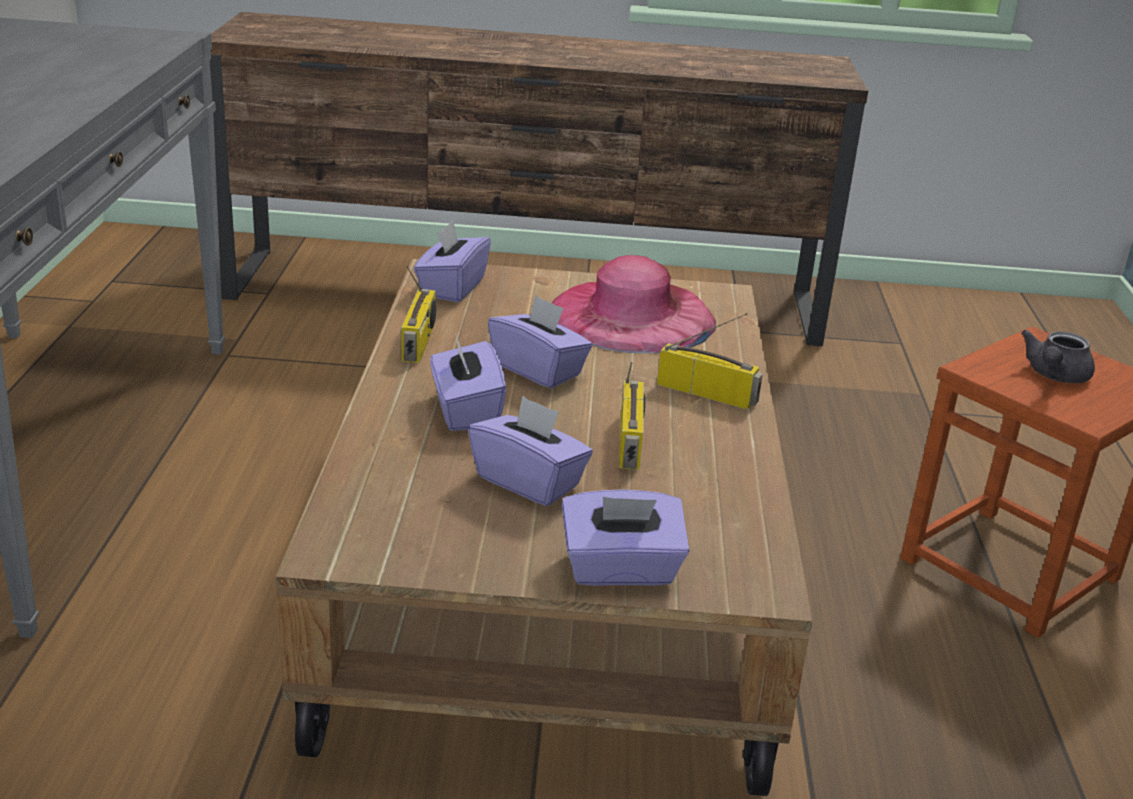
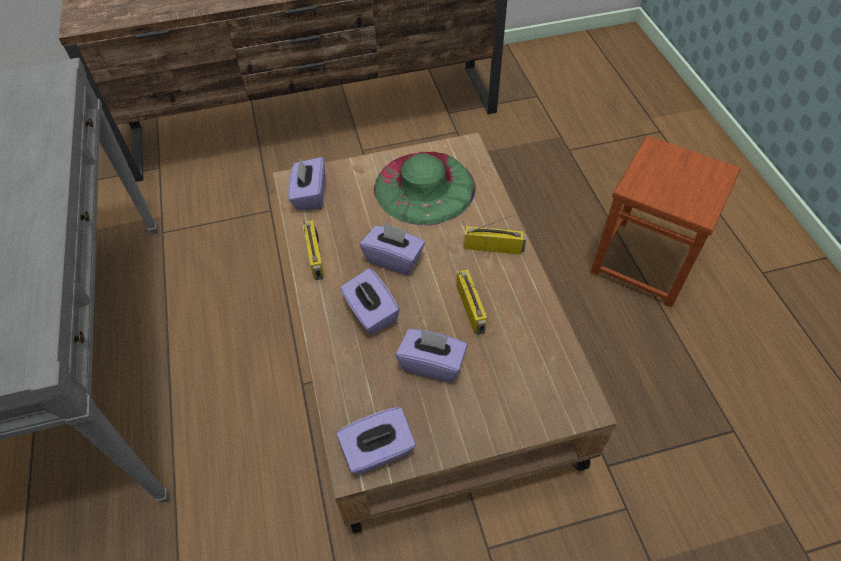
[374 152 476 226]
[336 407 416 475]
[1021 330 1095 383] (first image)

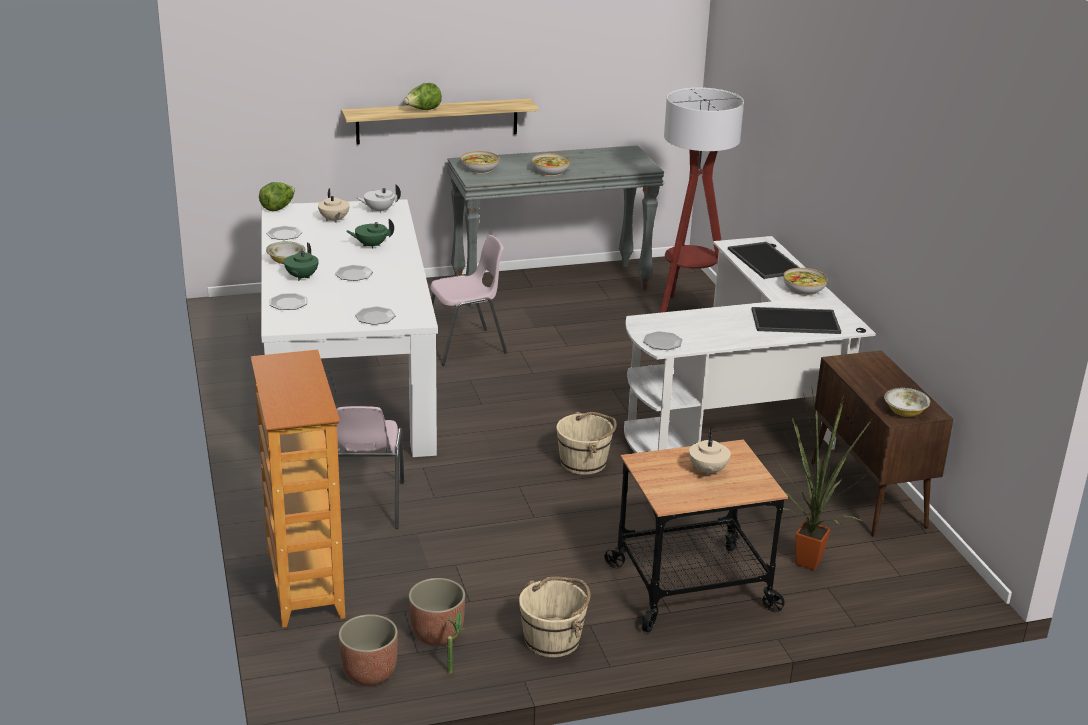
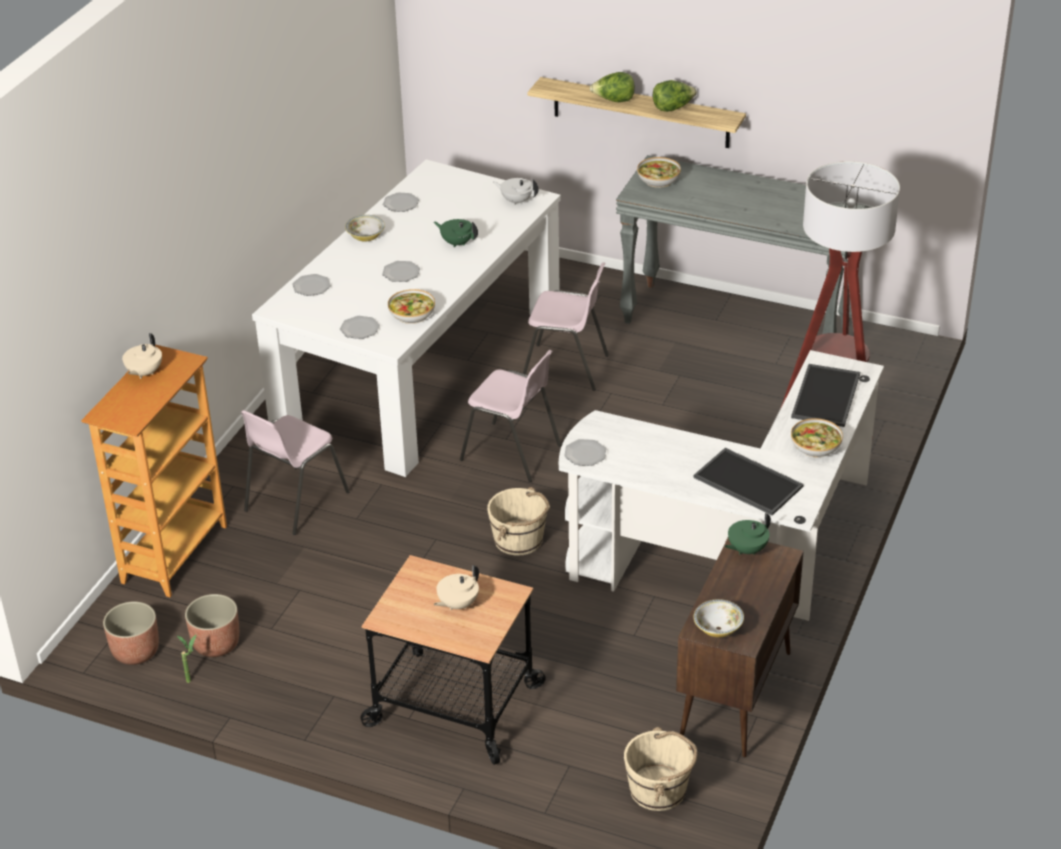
[653 80 697 112]
[724 513 771 555]
[122 333 162 379]
[624 727 698 811]
[388 289 435 324]
[775 386 872 570] (first image)
[460 350 561 482]

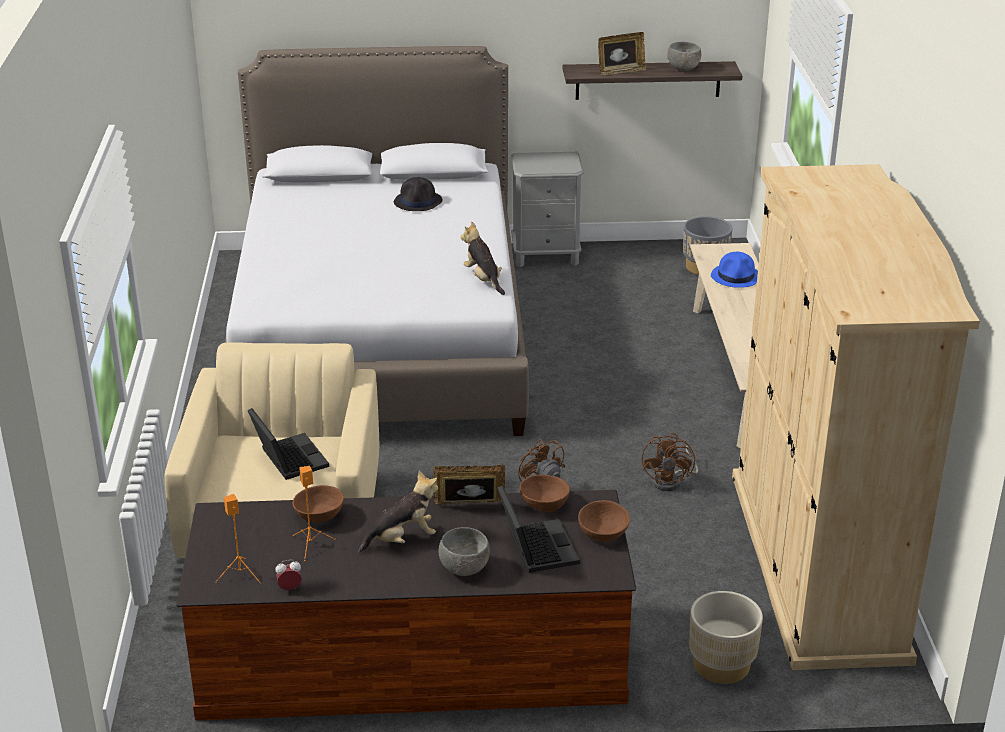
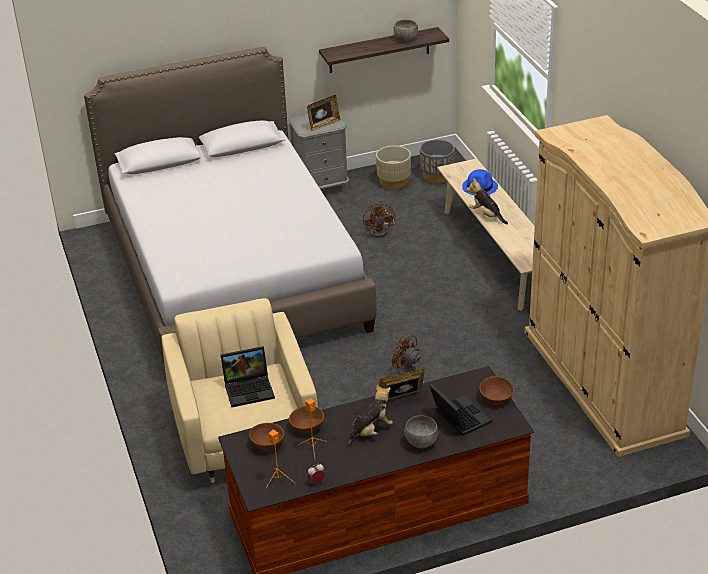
[221 346 275 407]
[394 177 443 211] (first image)
[466 178 508 224]
[249 423 284 450]
[307 95 341 131]
[363 201 395 238]
[376 146 411 190]

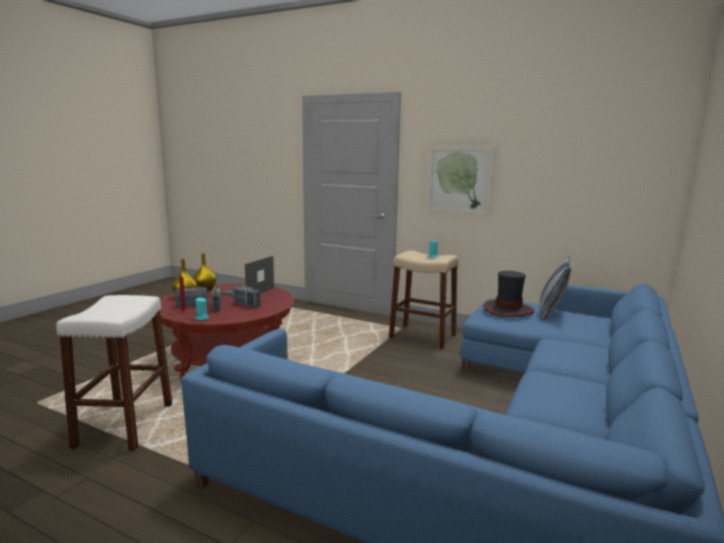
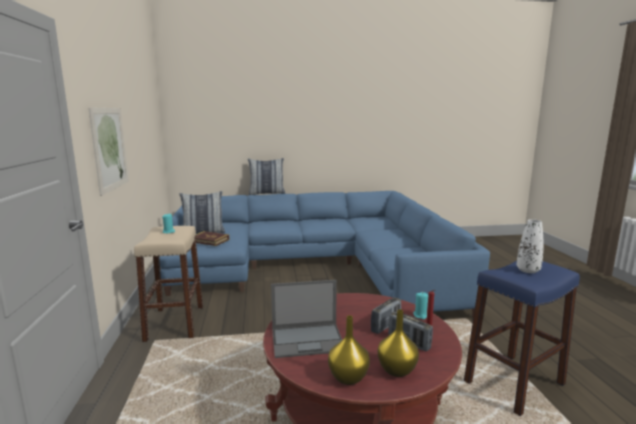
[464 261 580 416]
[233 285 260 308] (first image)
[195 231 229 246]
[248 158 285 195]
[517 219 543 273]

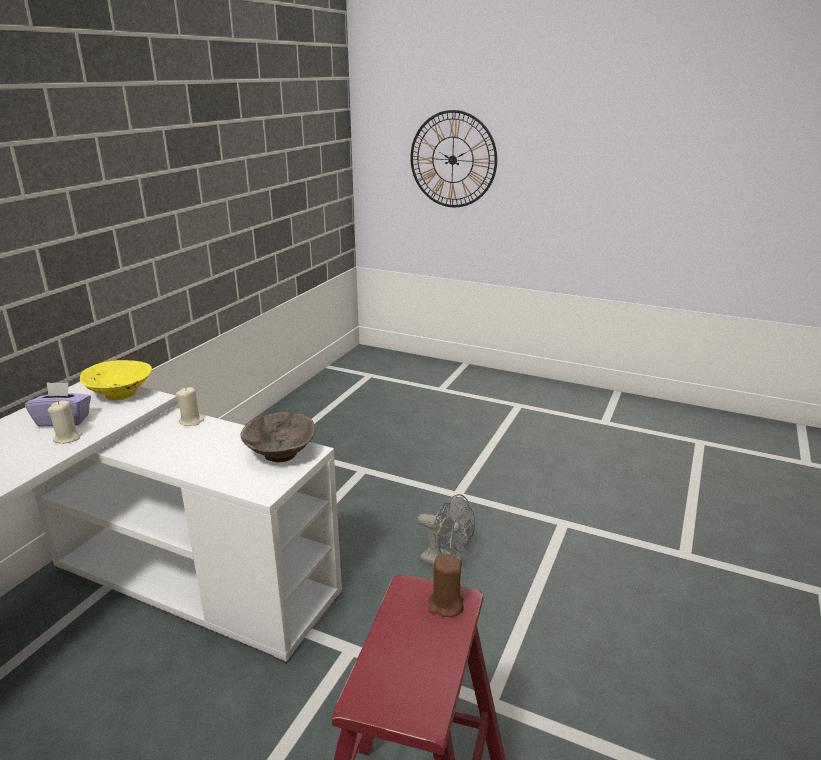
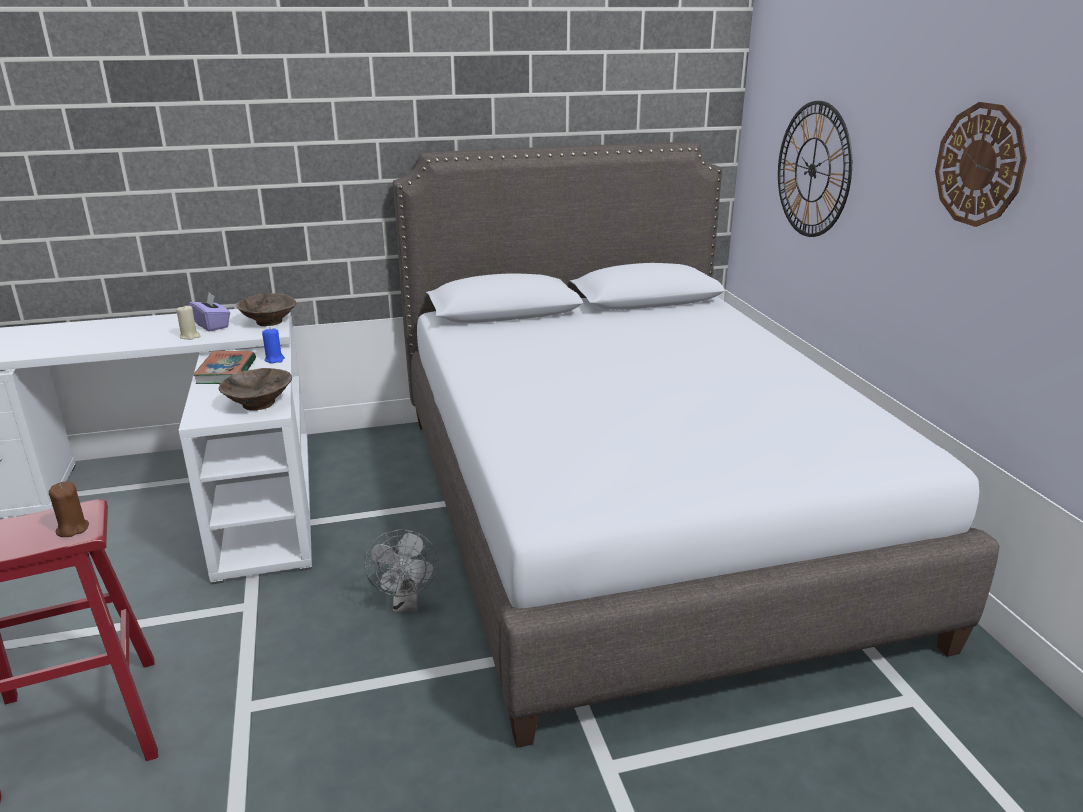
[237 293 296 326]
[262 327 285 364]
[193 351 256 384]
[393 142 999 748]
[935 102 1027 227]

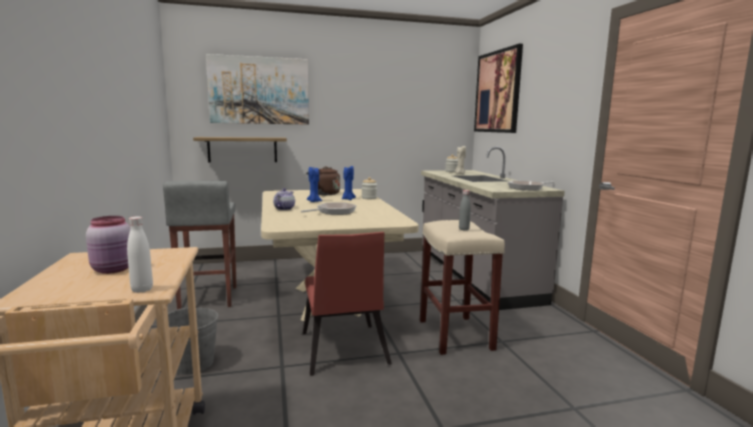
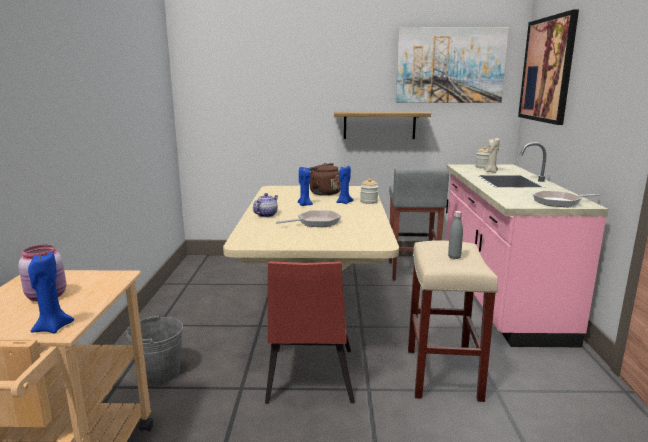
[28 252 74 334]
[389 168 449 280]
[334 112 431 139]
[396 27 509 103]
[446 142 609 347]

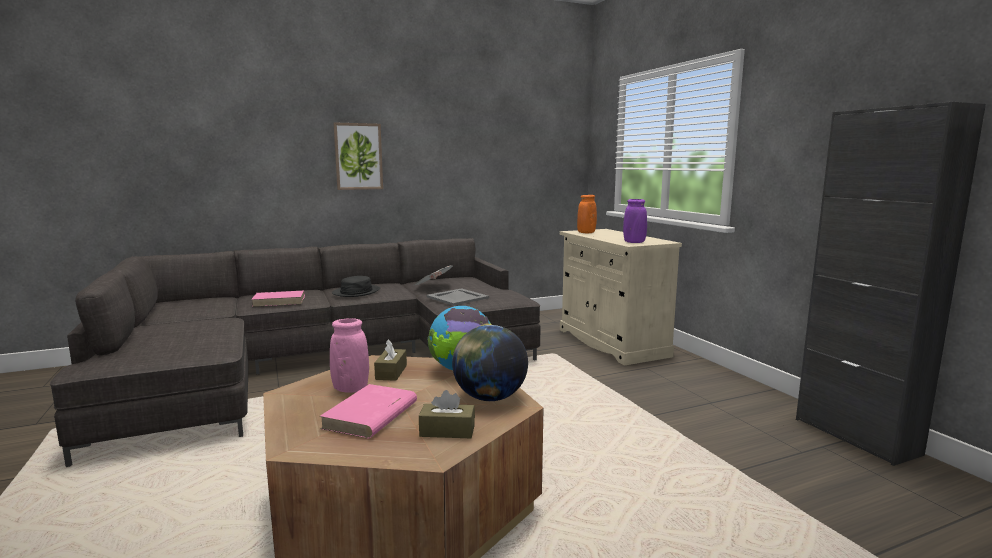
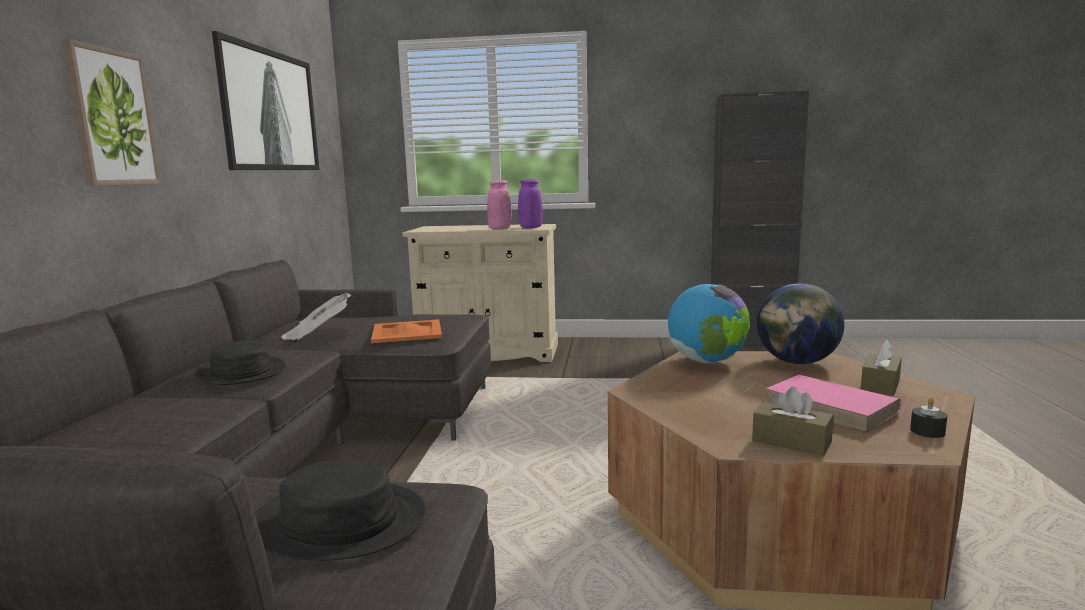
[251 291 305 307] (first image)
[487 180 511 229]
[752 386 834 456]
[371 319 442 343]
[577 195 597 233] (first image)
[212 31 320 170]
[255 460 426 560]
[910 397 948 438]

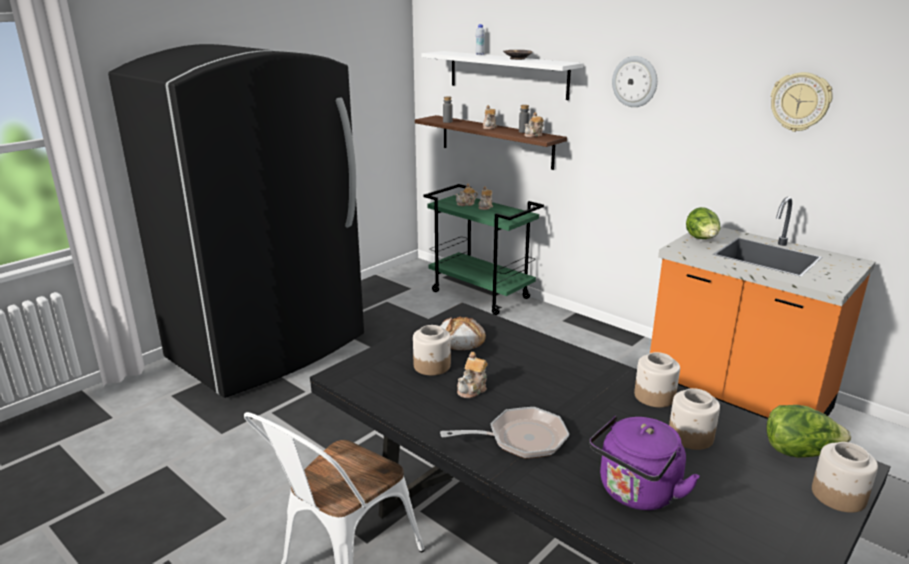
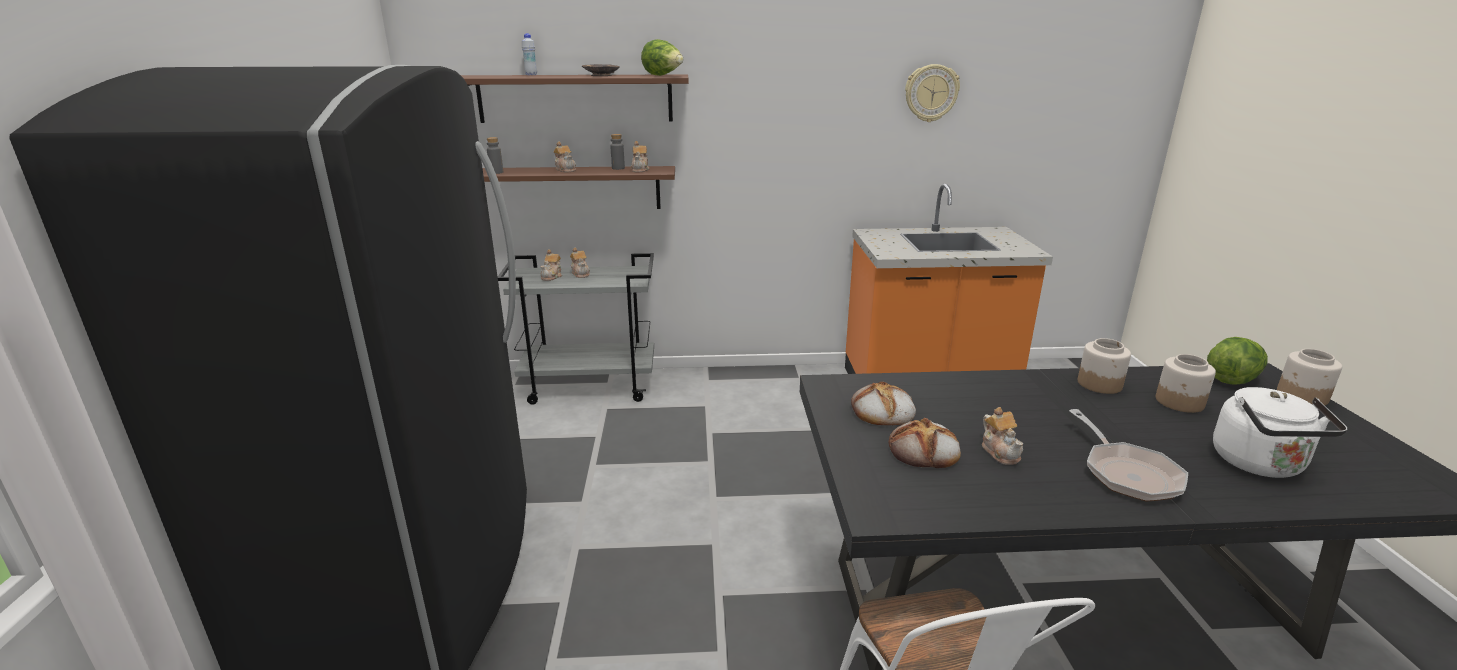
[889 418 961 468]
[461 74 689 123]
[498 253 654 405]
[1069 409 1188 502]
[1213 387 1348 478]
[612 56 657 107] (first image)
[641 39 683 76]

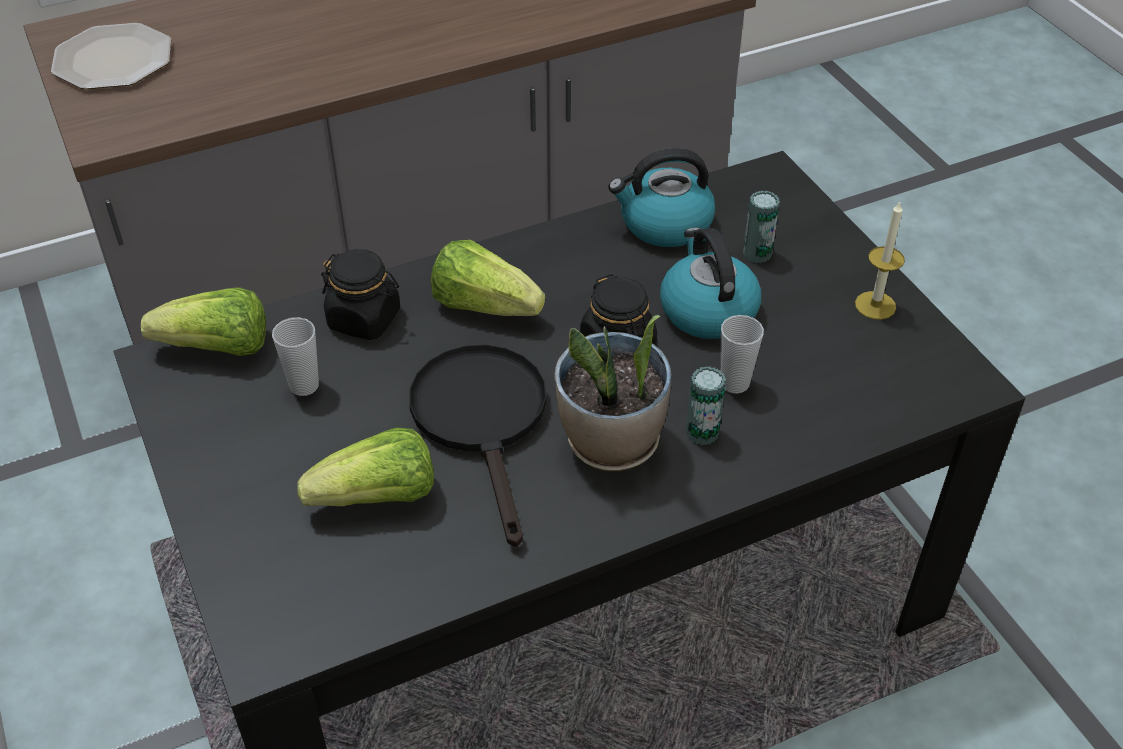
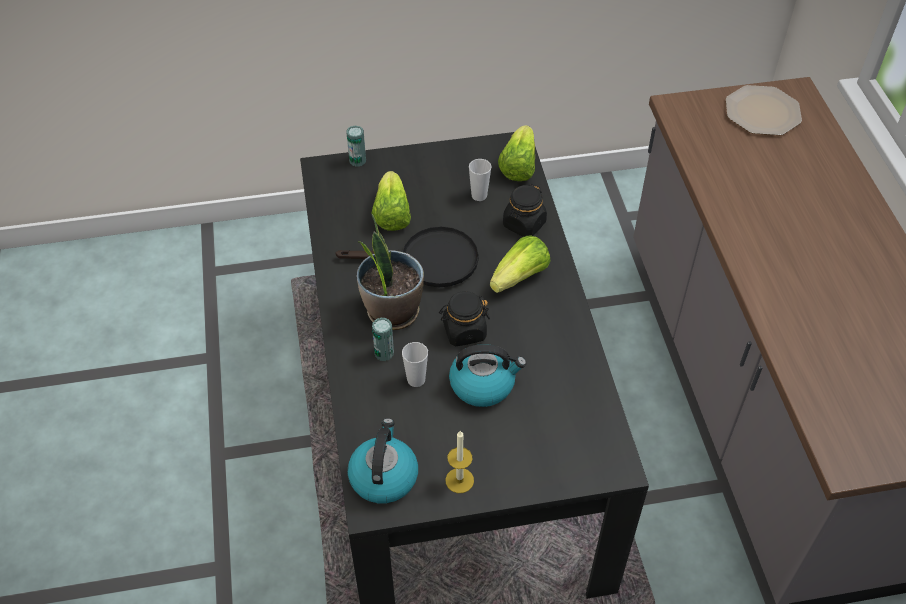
[348 418 418 503]
[346 126 366 167]

